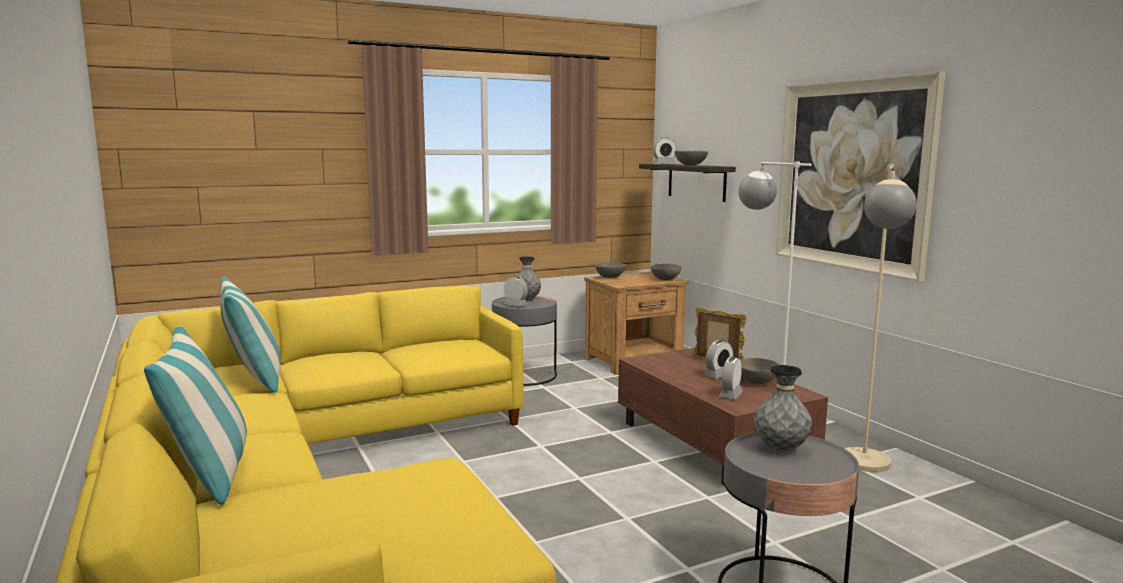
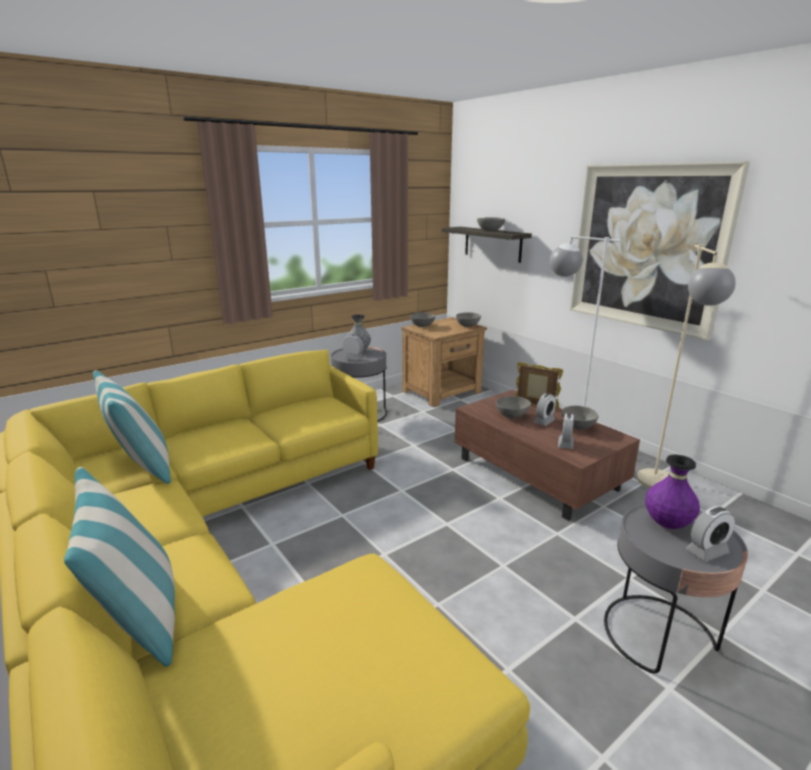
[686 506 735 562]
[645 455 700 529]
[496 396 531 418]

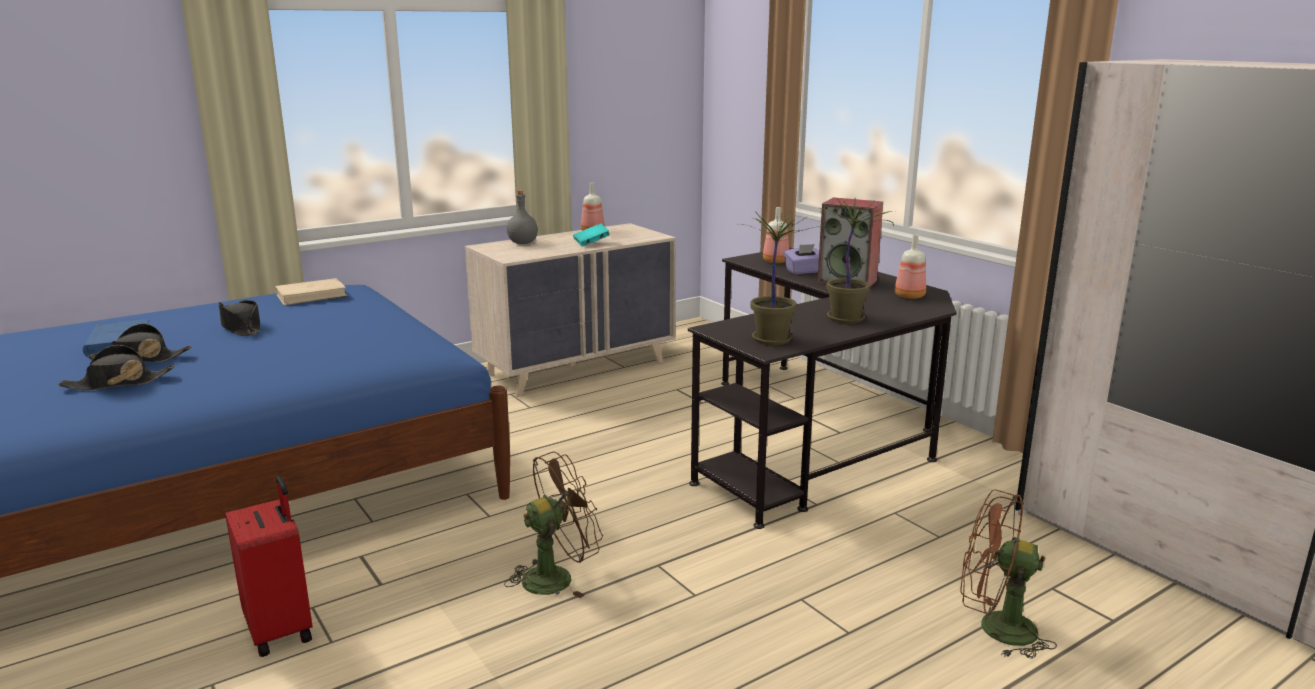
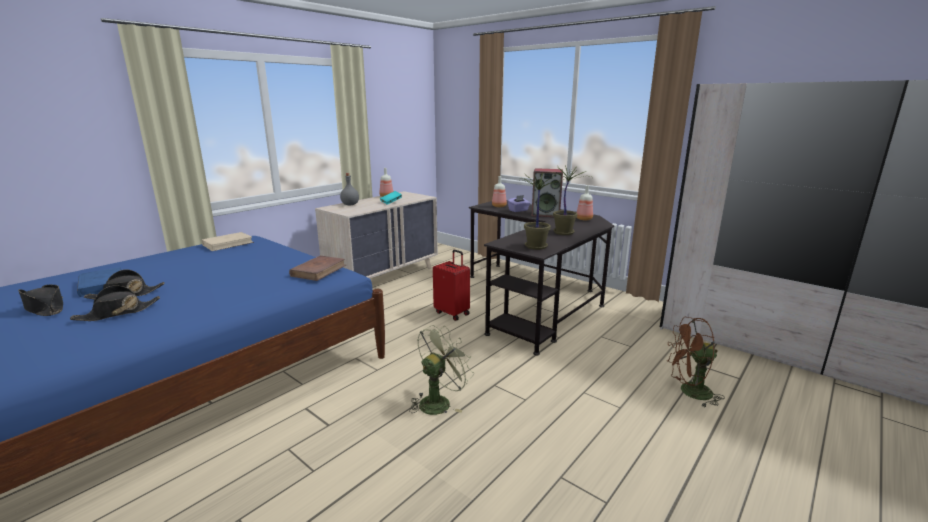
[18 284 63 316]
[433 250 470 321]
[409 325 474 415]
[289 256 346 281]

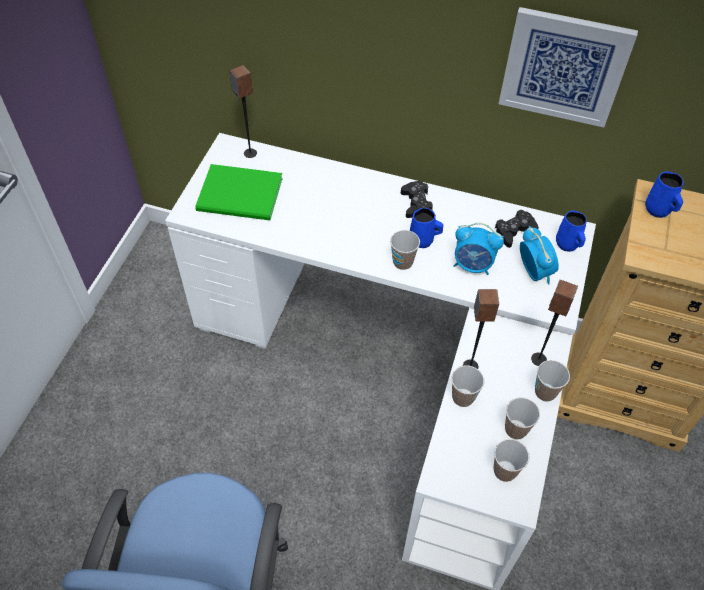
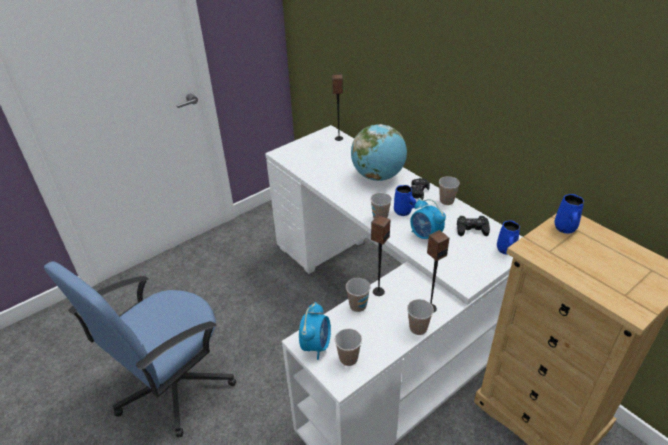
[195 164 283 220] (first image)
[499 7 638 127] (first image)
[439 176 460 205]
[299 302 331 360]
[351 124 407 181]

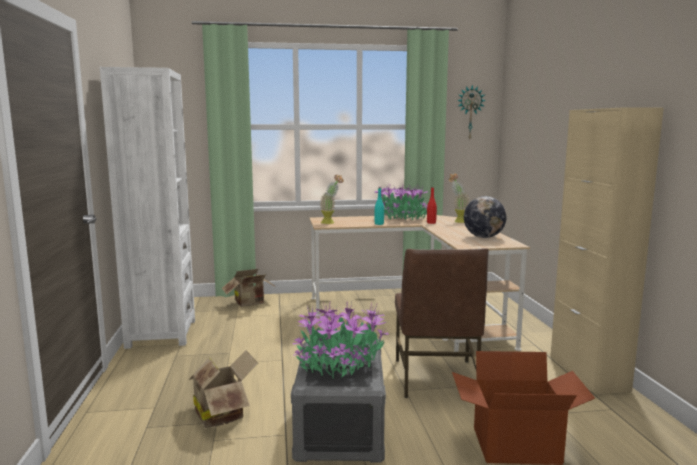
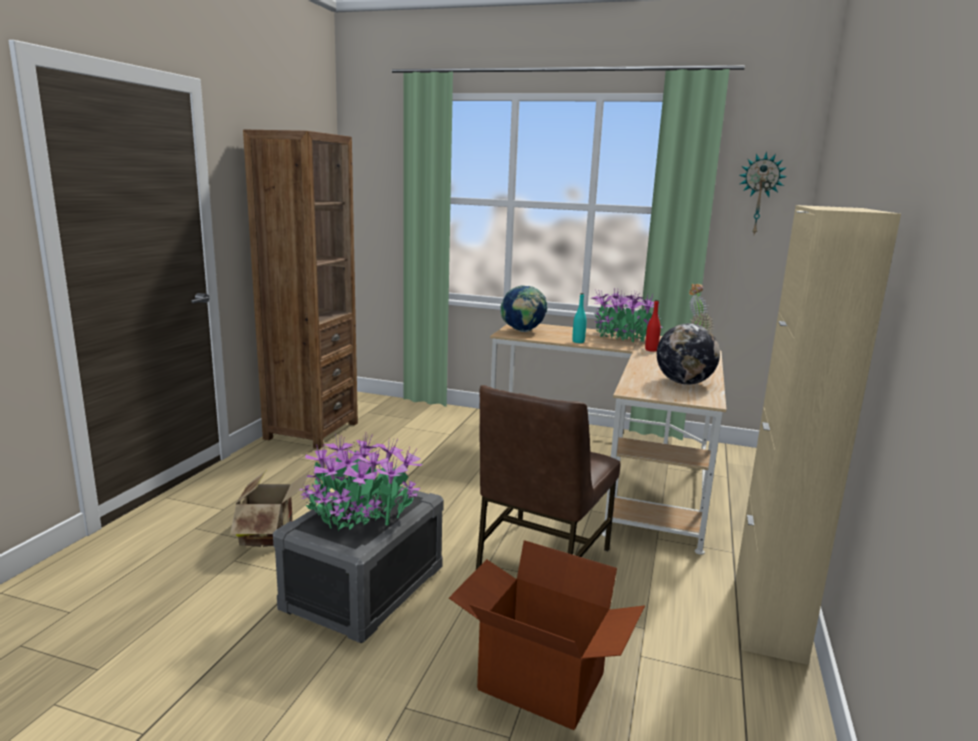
[243 130 358 449]
[221 269 277 307] (first image)
[501 285 547 332]

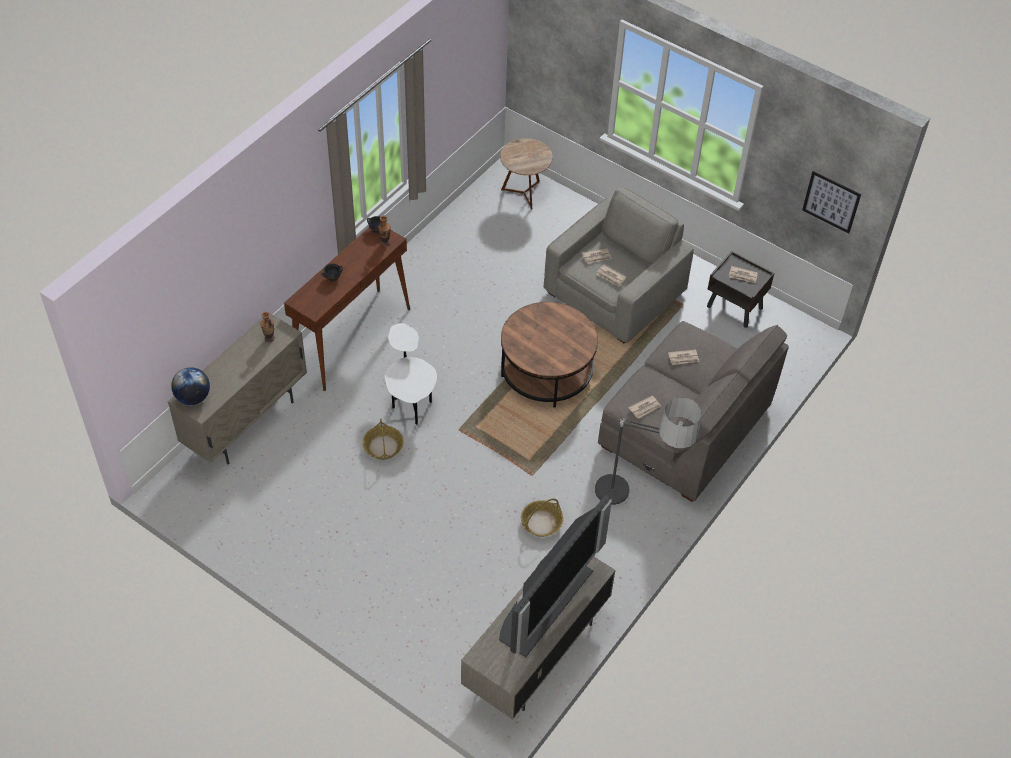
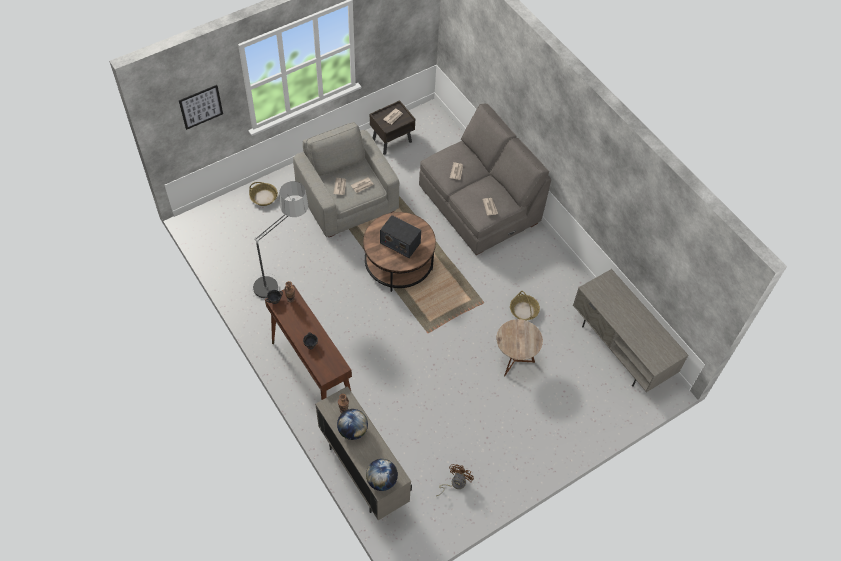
[249 182 278 206]
[385 323 437 425] (first image)
[499 495 612 657] (first image)
[496 319 543 377]
[253 181 309 298]
[179 85 223 130]
[337 409 368 440]
[380 215 421 258]
[436 464 474 496]

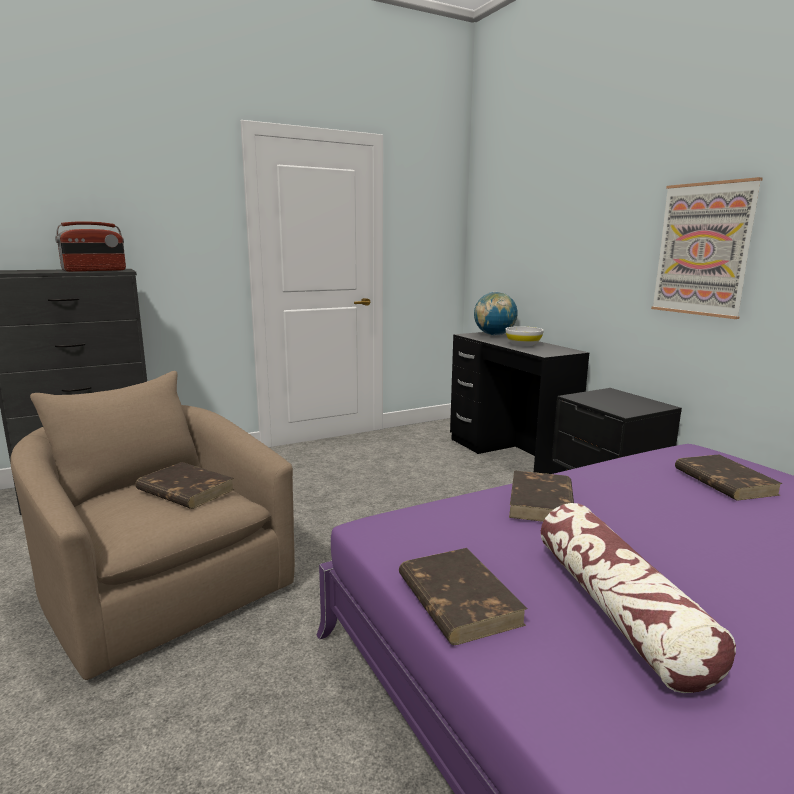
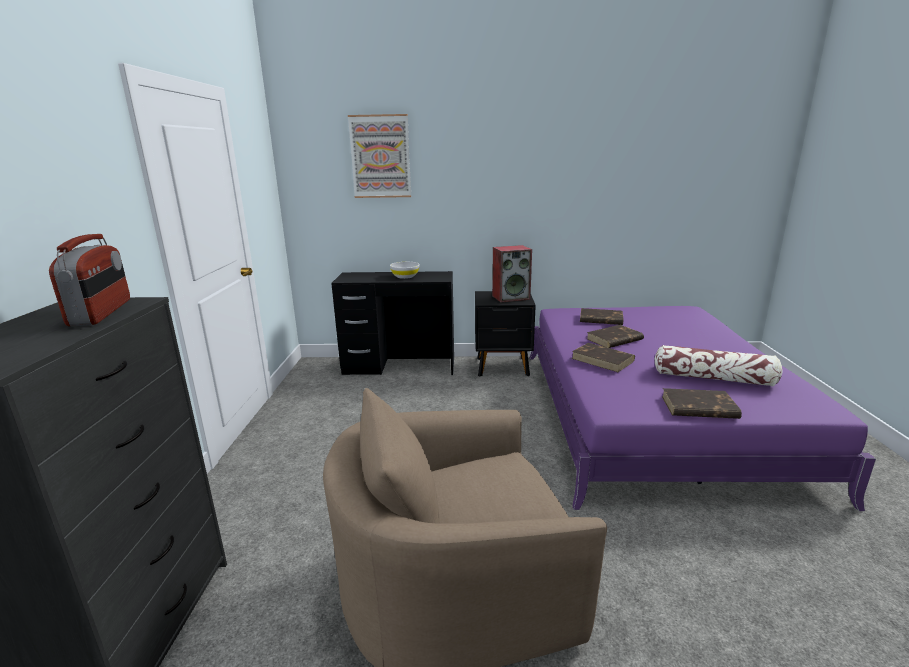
[587 325 644 348]
[474 292 518 336] (first image)
[348 114 411 198]
[492 245 532 303]

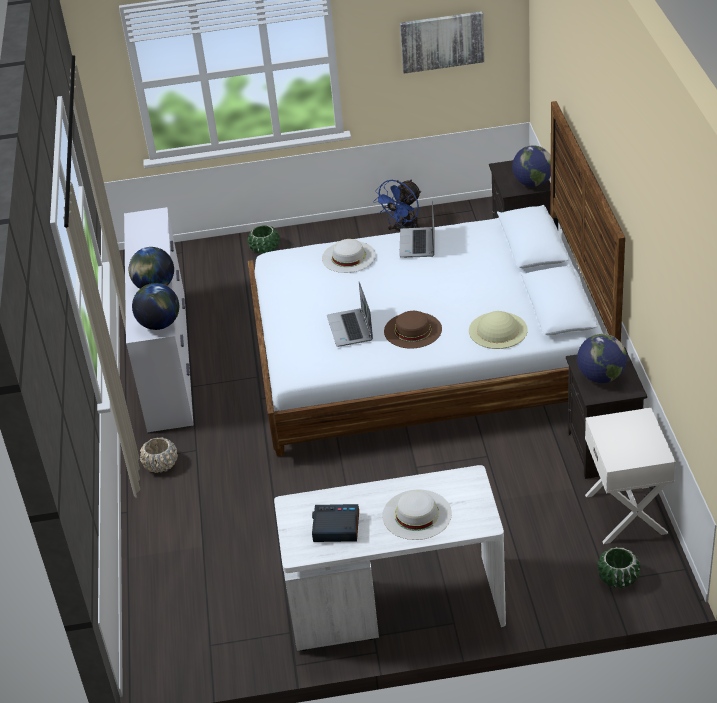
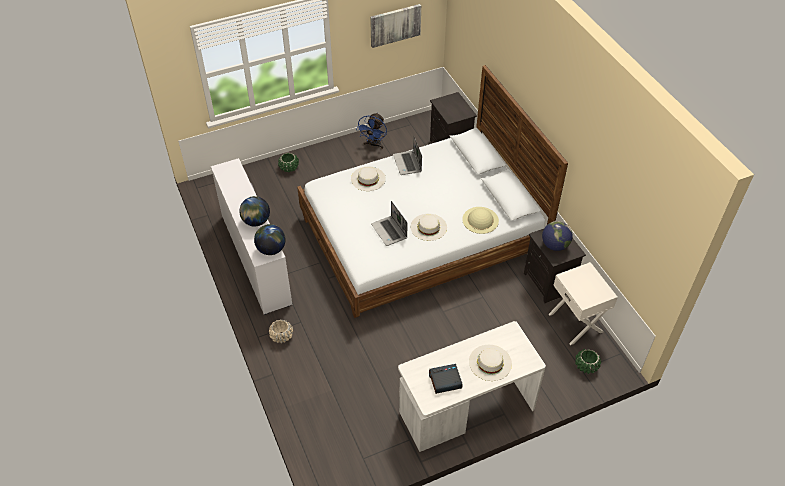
[411 214 447 241]
[512 145 551 187] (first image)

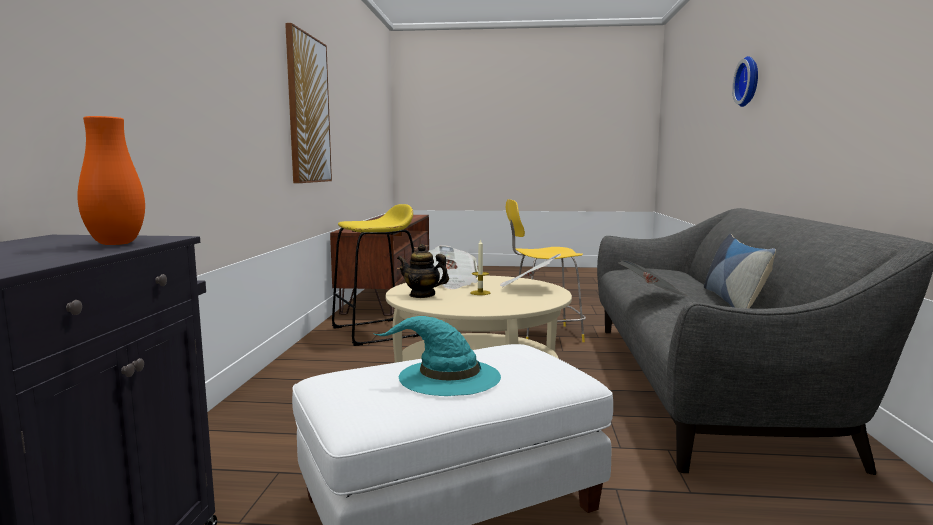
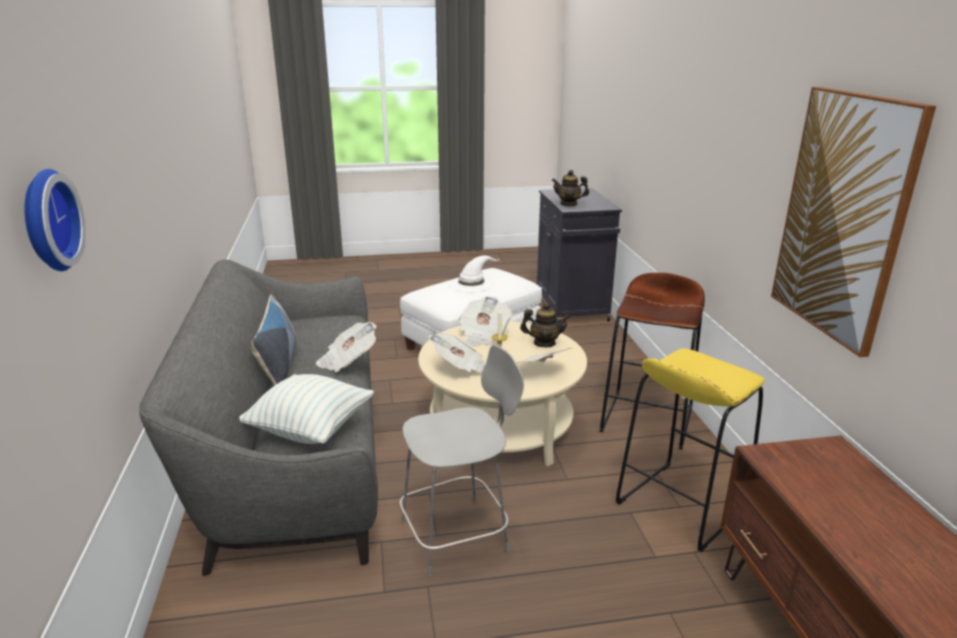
[552 170 589 207]
[449 255 500 292]
[399 345 524 577]
[239 374 374 444]
[459 296 513 347]
[600 272 705 450]

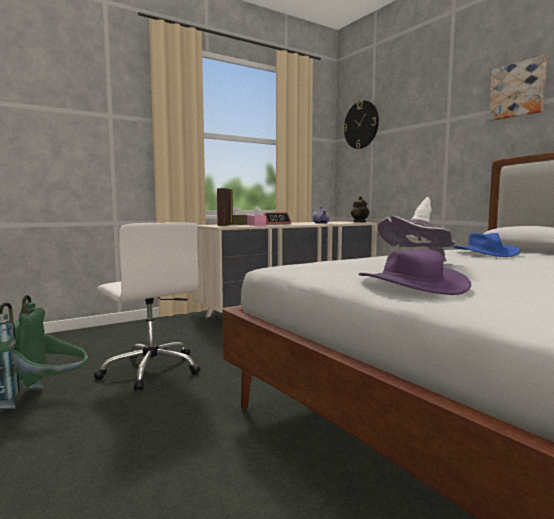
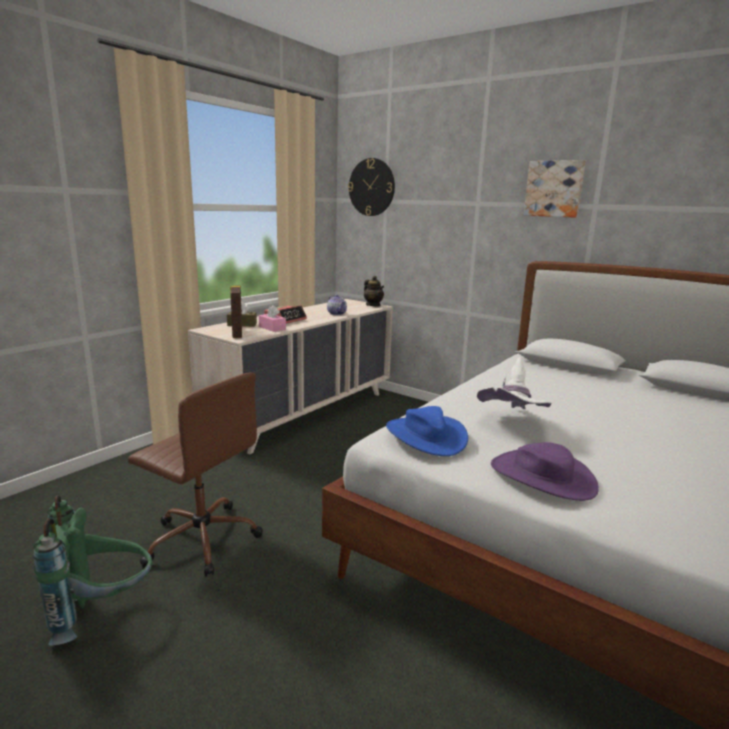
[128 373 263 577]
[386 406 468 456]

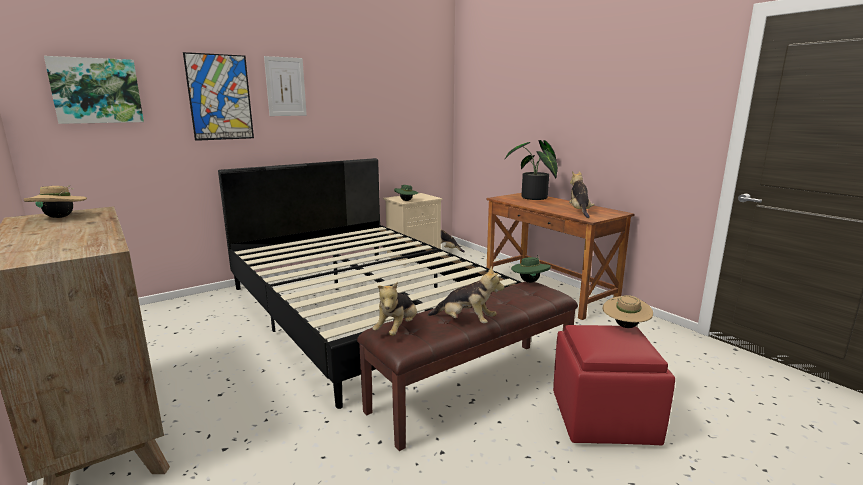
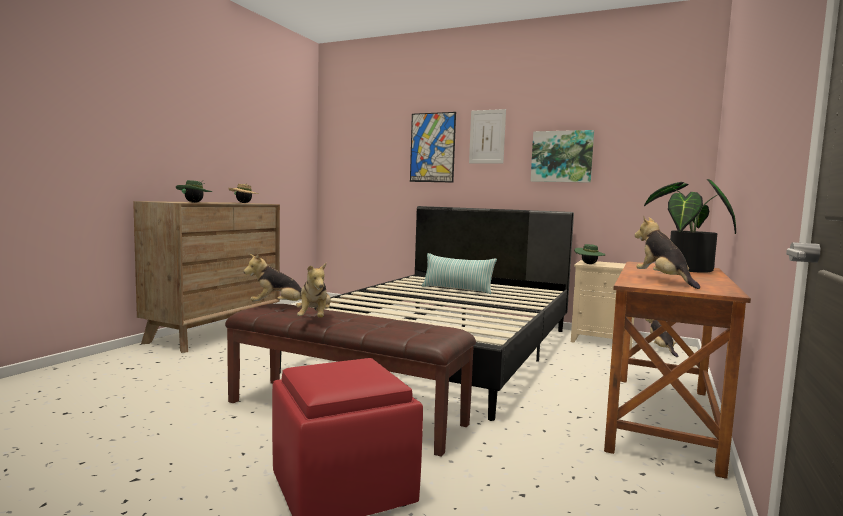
[531 130 594 183]
[176 180 212 203]
[635 216 700 289]
[602 295 653 328] (first image)
[422 253 497 294]

